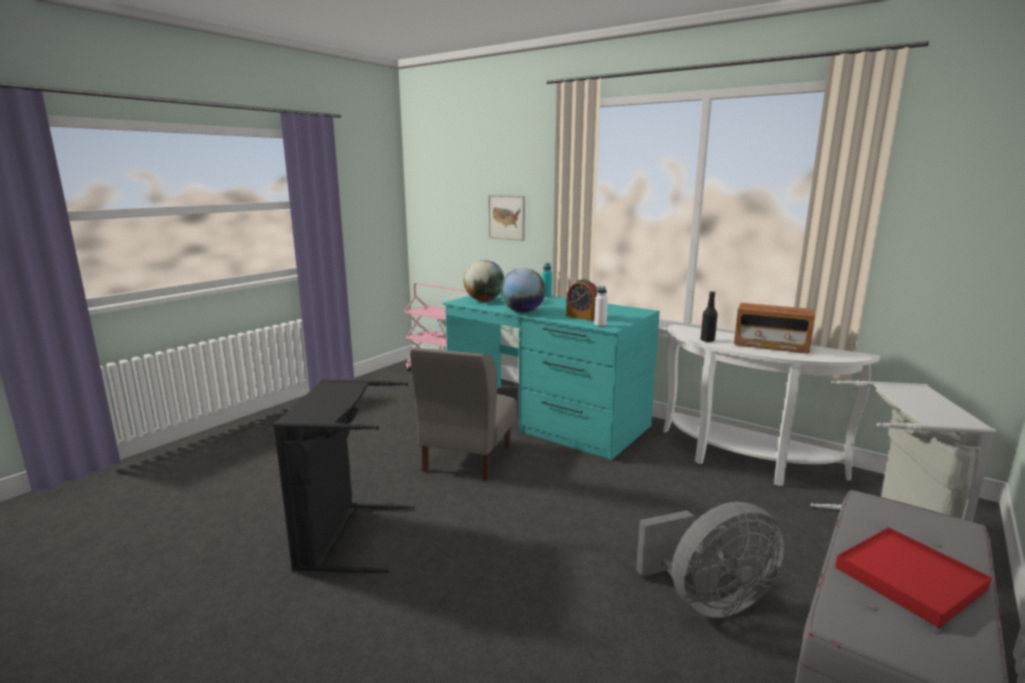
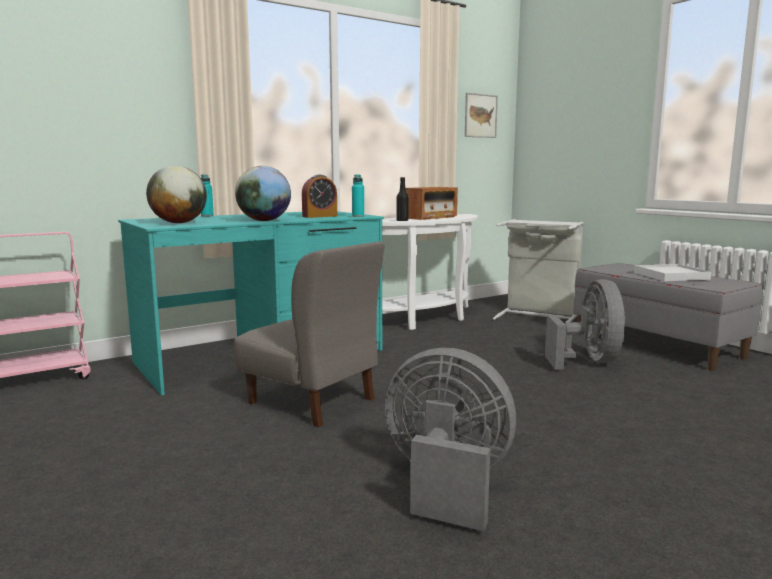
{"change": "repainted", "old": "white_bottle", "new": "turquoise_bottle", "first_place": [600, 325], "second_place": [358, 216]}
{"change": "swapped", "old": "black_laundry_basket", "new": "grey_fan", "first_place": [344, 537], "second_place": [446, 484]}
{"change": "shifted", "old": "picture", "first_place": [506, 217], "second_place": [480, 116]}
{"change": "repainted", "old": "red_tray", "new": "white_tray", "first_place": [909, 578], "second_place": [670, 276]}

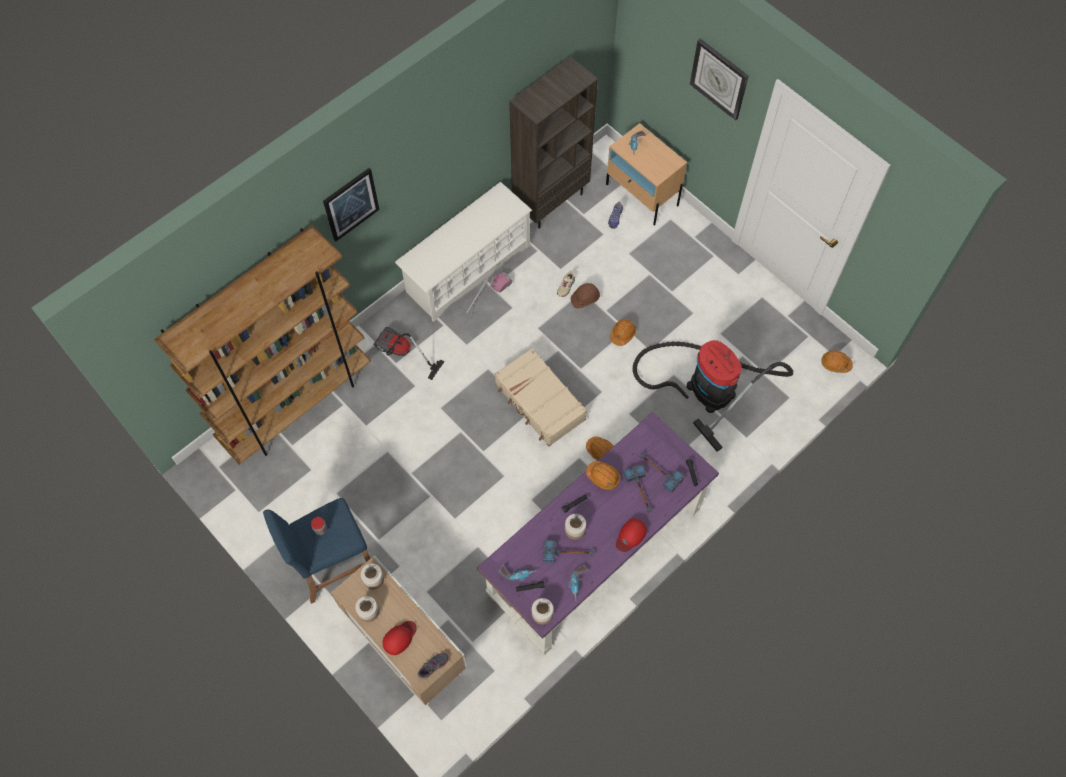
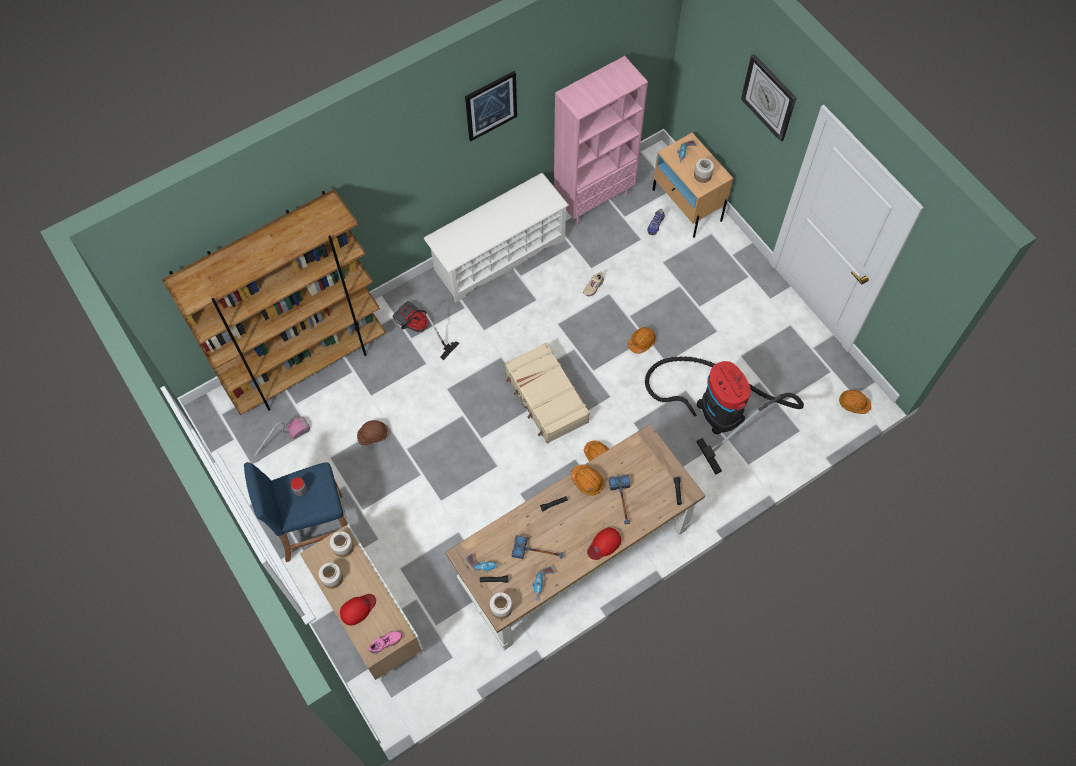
{"change": "shifted", "old": "vacuum_cleaner", "first_place": [486, 296], "second_place": [280, 441]}
{"change": "shifted", "old": "brown_hard_hat", "first_place": [585, 298], "second_place": [372, 435]}
{"change": "repainted", "old": "grey_shoe", "new": "pink_shoe", "first_place": [433, 666], "second_place": [385, 643]}
{"change": "repainted", "old": "purple_desk", "new": "brown_desk", "first_place": [594, 552], "second_place": [573, 556]}
{"change": "shifted", "old": "picture", "first_place": [351, 204], "second_place": [491, 105]}
{"change": "repainted", "old": "brown_bookcase", "new": "pink_bookcase", "first_place": [551, 201], "second_place": [594, 199]}
{"change": "shifted", "old": "jar", "first_place": [575, 529], "second_place": [702, 175]}
{"change": "gone", "old": "hammer", "first_place": [658, 471]}

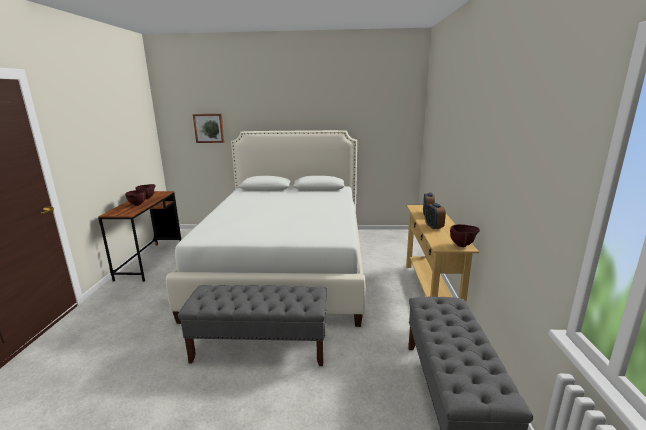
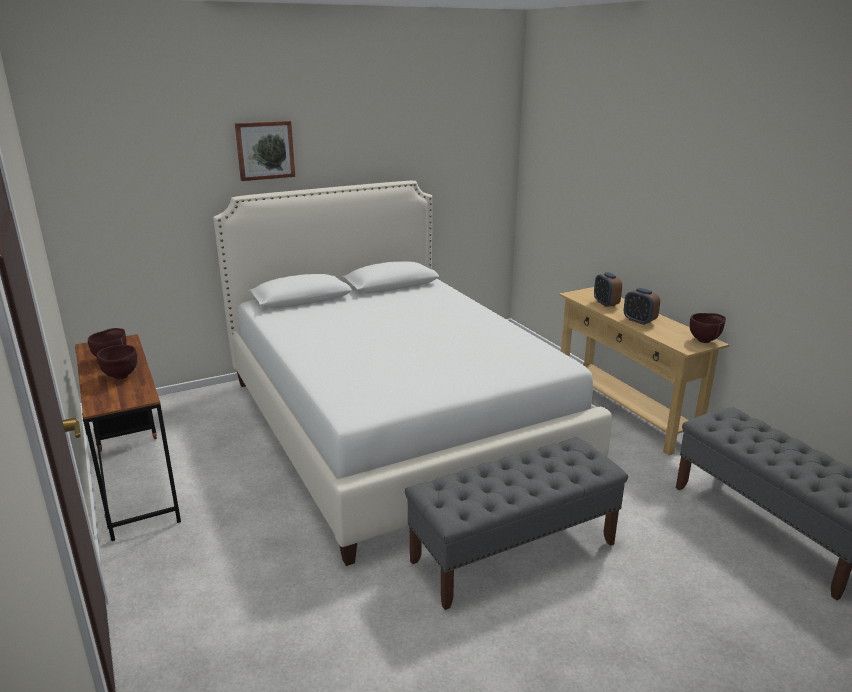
{"change": "shifted", "old": "picture", "first_place": [209, 128], "second_place": [265, 150]}

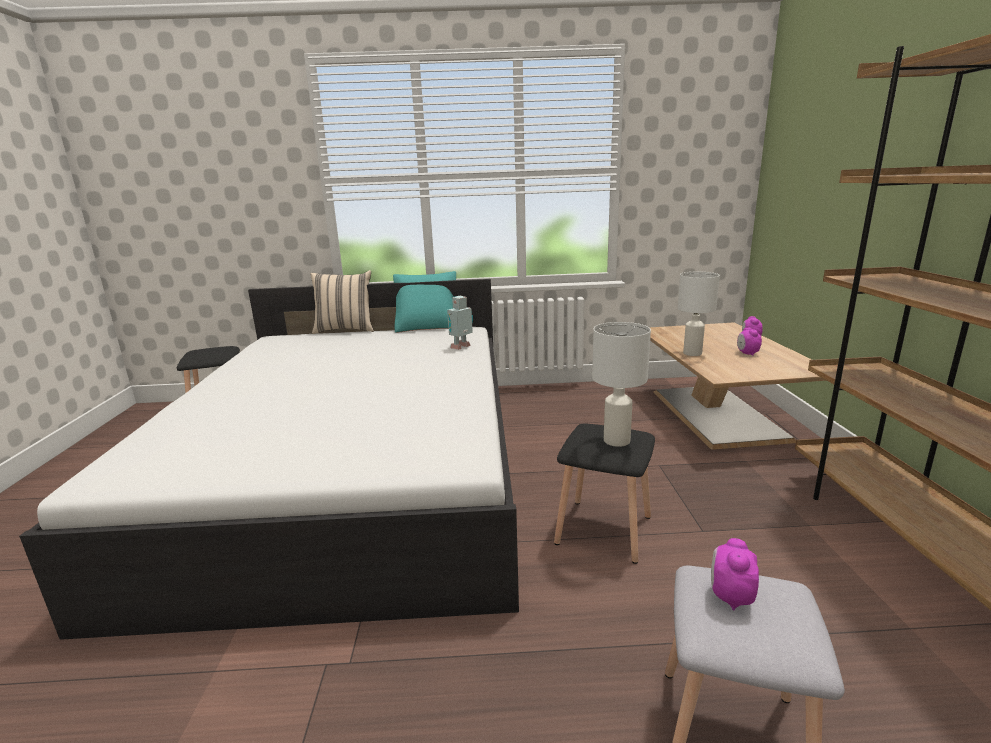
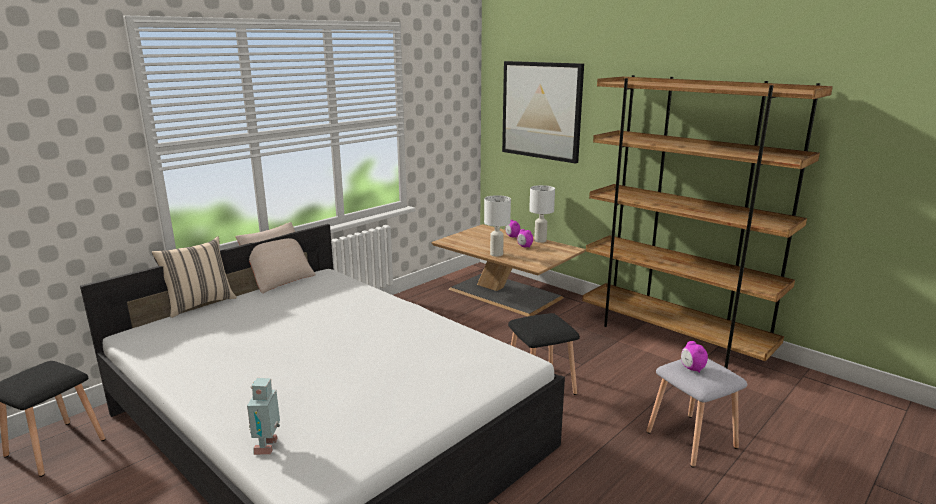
{"change": "repainted", "old": "turquoise_pillow", "new": "beige_pillow", "first_place": [428, 326], "second_place": [279, 279]}
{"change": "shifted", "old": "toy_robot", "first_place": [462, 347], "second_place": [268, 446]}
{"change": "new", "new": "picture", "second_place": [541, 110]}
{"change": "shifted", "old": "white_table_lamp", "first_place": [616, 440], "second_place": [540, 240]}

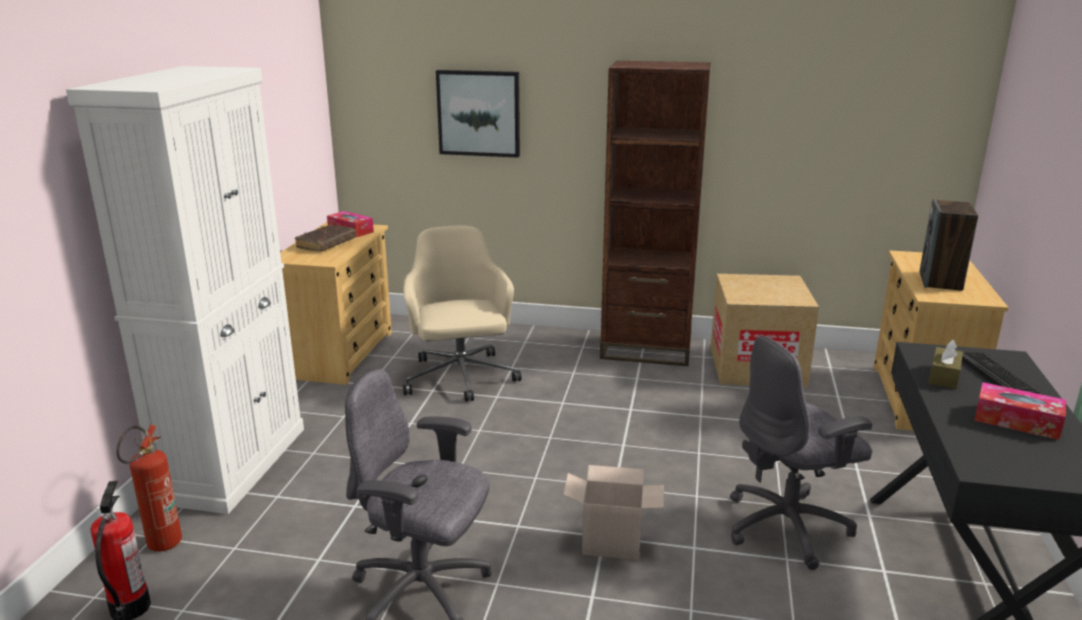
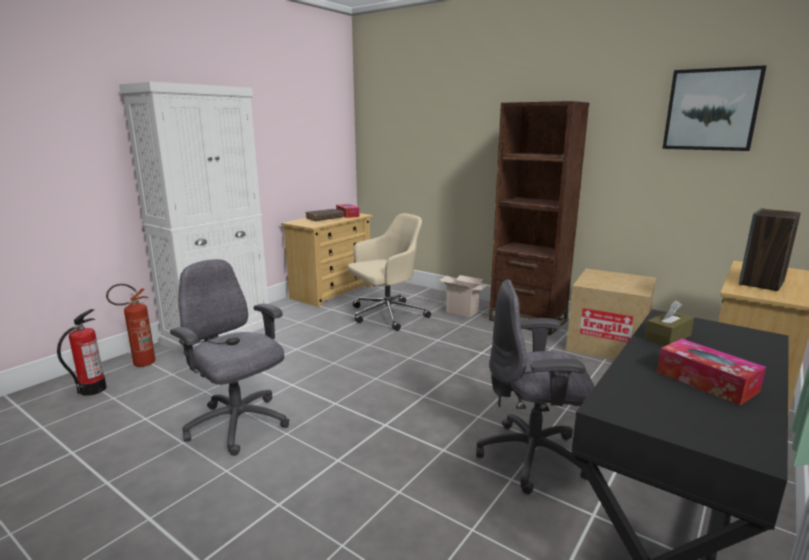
{"change": "rotated", "old": "beige_office_chair", "first_place": [460, 378], "second_place": [386, 315], "degrees": 45}
{"change": "shifted", "old": "cardboard_box", "first_place": [613, 543], "second_place": [463, 311]}
{"change": "shifted", "old": "picture", "first_place": [479, 113], "second_place": [711, 109]}
{"change": "gone", "old": "keyboard", "first_place": [996, 374]}

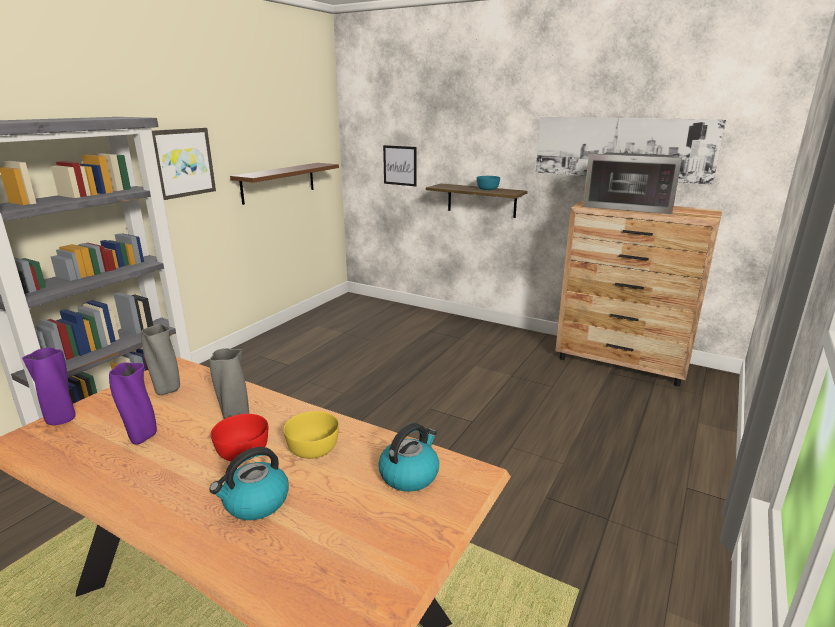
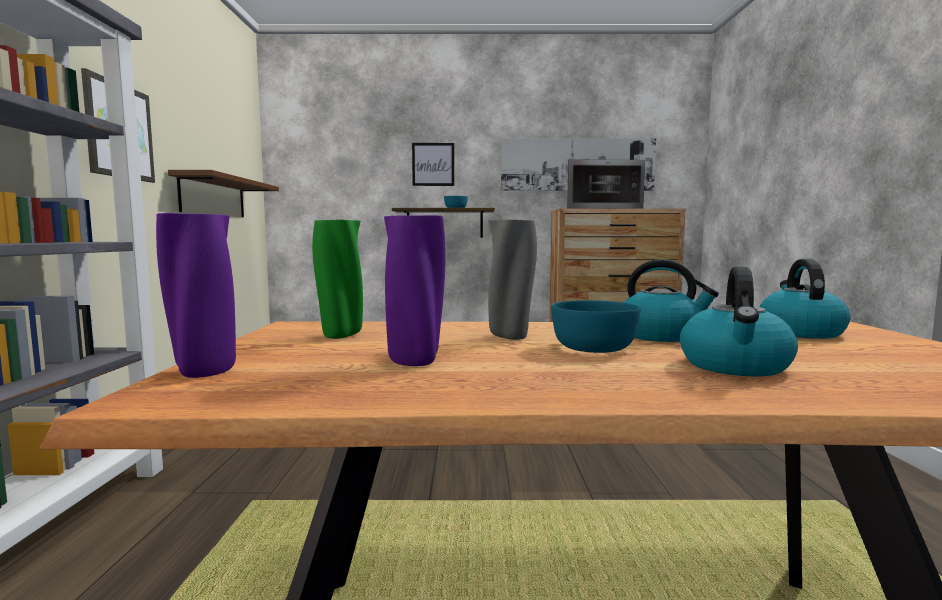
{"change": "repainted", "old": "grey_vase", "new": "green_vase", "first_place": [167, 391], "second_place": [340, 336]}
{"change": "shifted", "old": "picture", "first_place": [400, 165], "second_place": [433, 164]}
{"change": "repainted", "old": "red_bowl", "new": "turquoise_bowl", "first_place": [243, 451], "second_place": [595, 348]}
{"change": "swapped", "old": "yellow_bowl", "new": "kettle", "first_place": [313, 447], "second_place": [661, 335]}

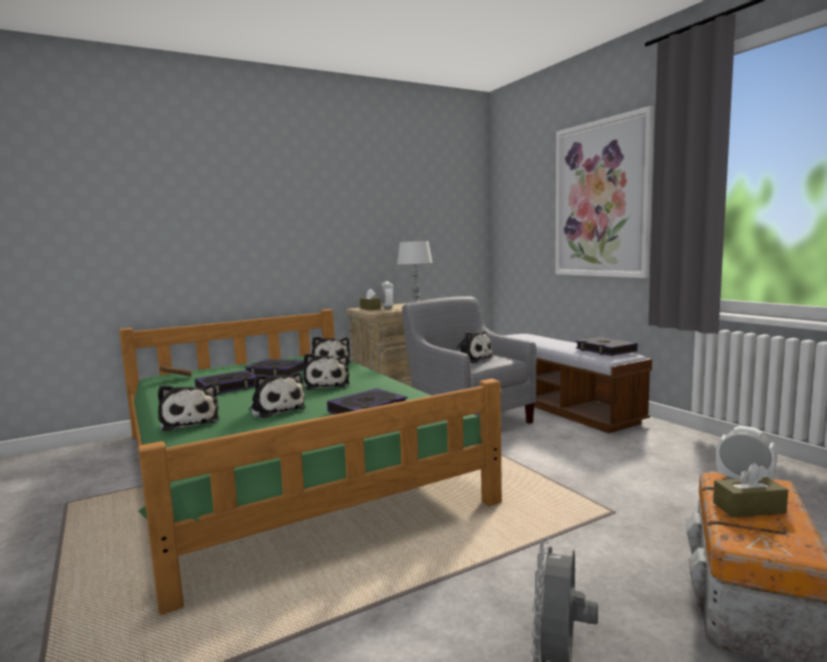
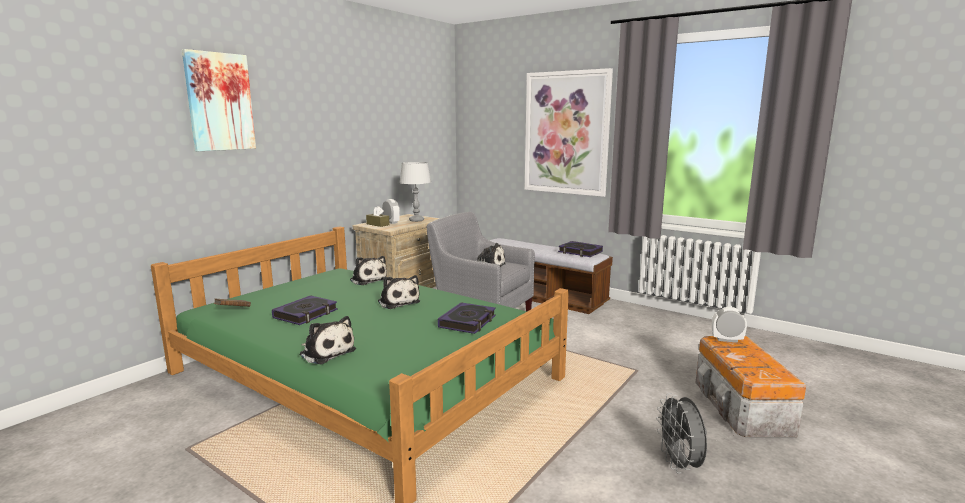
{"change": "new", "new": "picture", "second_place": [219, 102]}
{"change": "gone", "old": "book", "first_place": [276, 372]}
{"change": "gone", "old": "plush_toy", "first_place": [276, 409]}
{"change": "gone", "old": "brown_tissue_box", "first_place": [749, 508]}

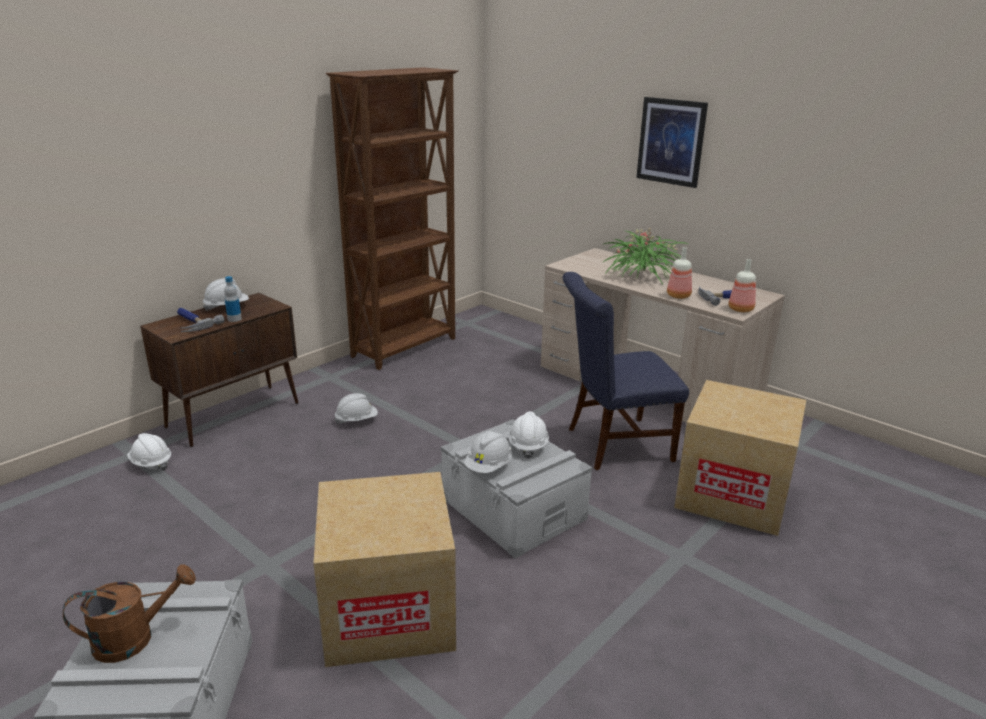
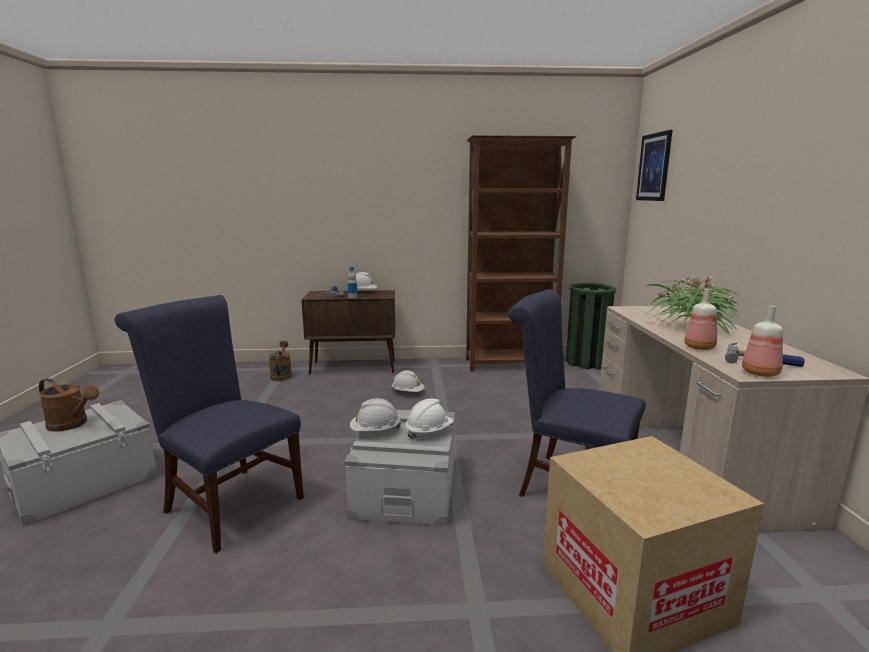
{"change": "swapped", "old": "cardboard_box", "new": "blue_chair", "first_place": [388, 611], "second_place": [228, 502]}
{"change": "swapped", "old": "white_hard_hat", "new": "brown_watering_can", "first_place": [151, 463], "second_place": [281, 375]}
{"change": "new", "new": "green_trash_can", "second_place": [586, 362]}
{"change": "shifted", "old": "picture", "first_place": [671, 142], "second_place": [654, 167]}

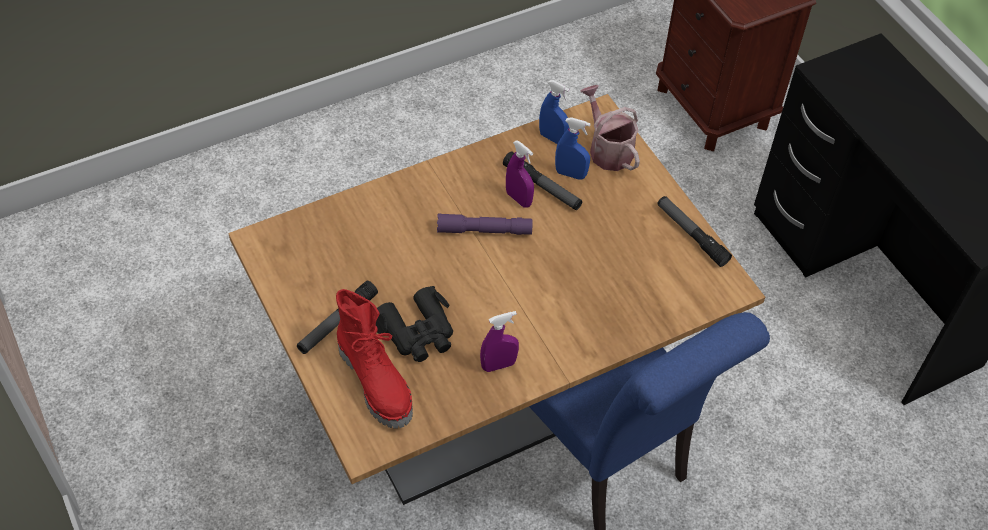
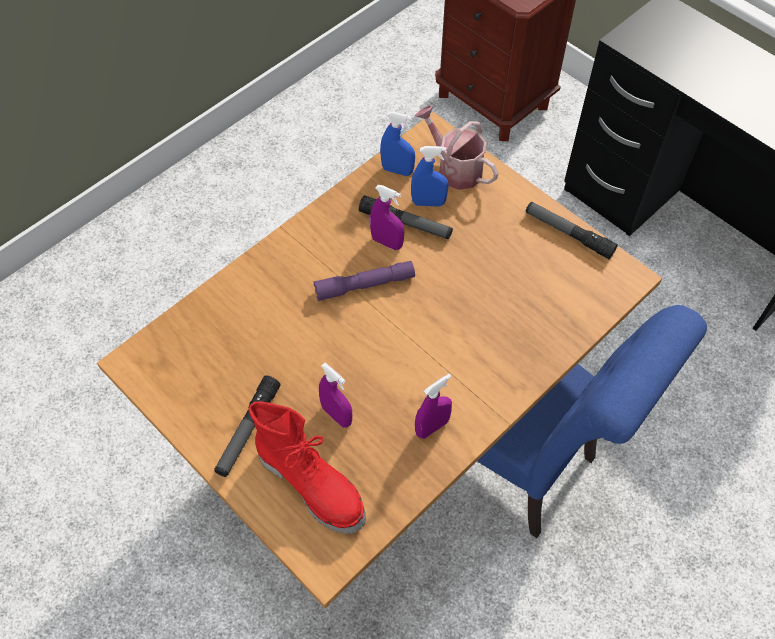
{"change": "swapped", "old": "black_binoculars", "new": "purple_spray_bottle", "first_place": [418, 332], "second_place": [337, 415]}

